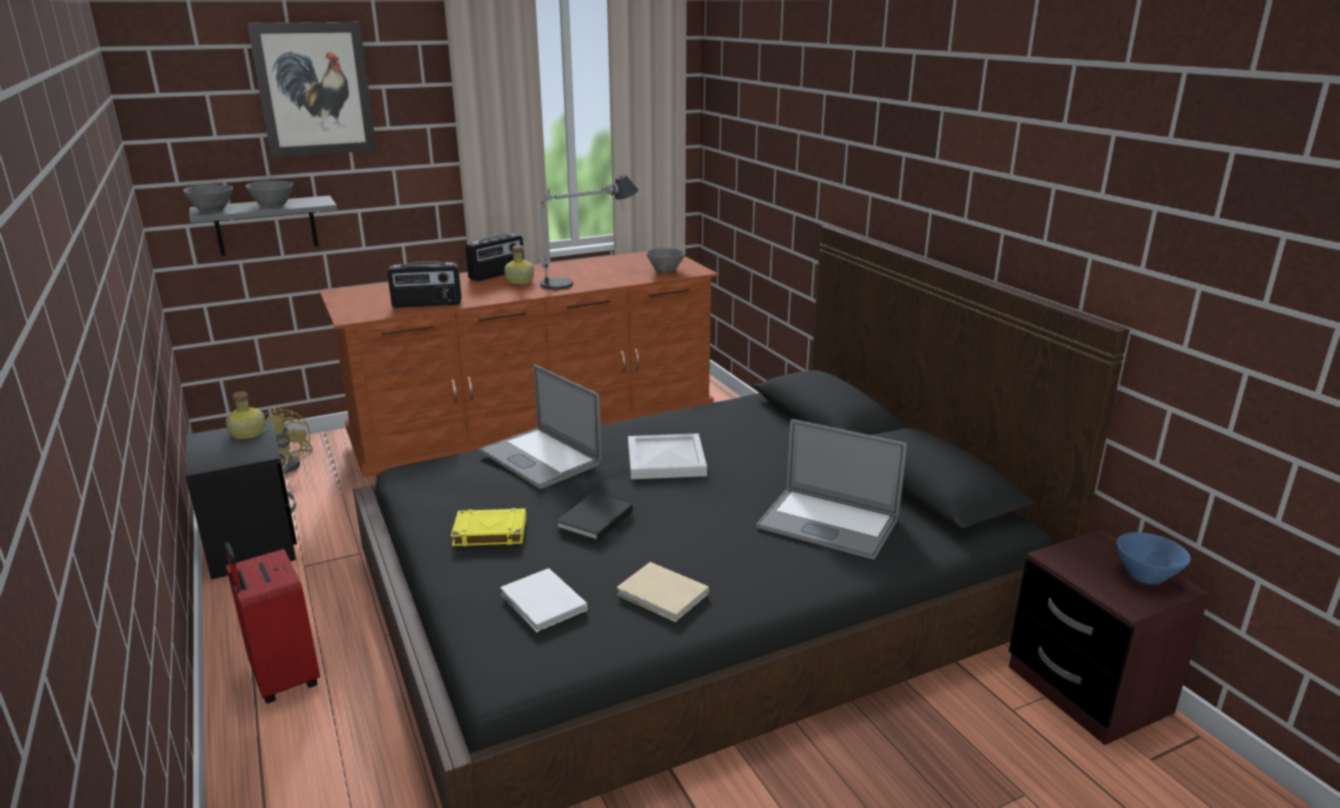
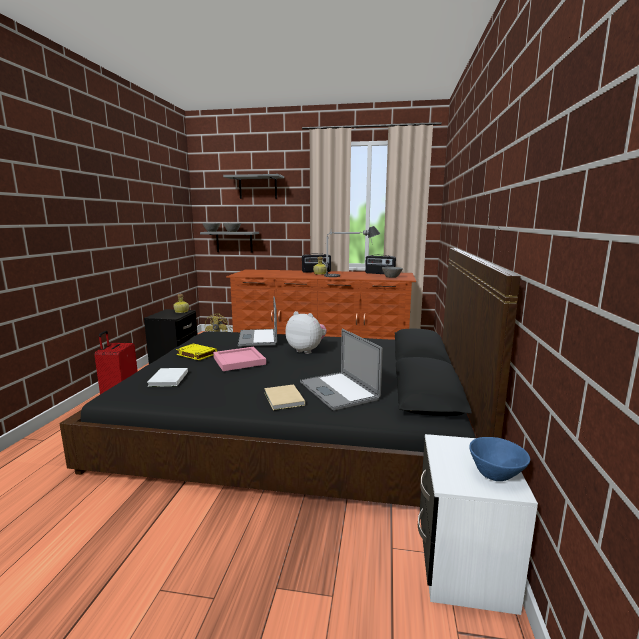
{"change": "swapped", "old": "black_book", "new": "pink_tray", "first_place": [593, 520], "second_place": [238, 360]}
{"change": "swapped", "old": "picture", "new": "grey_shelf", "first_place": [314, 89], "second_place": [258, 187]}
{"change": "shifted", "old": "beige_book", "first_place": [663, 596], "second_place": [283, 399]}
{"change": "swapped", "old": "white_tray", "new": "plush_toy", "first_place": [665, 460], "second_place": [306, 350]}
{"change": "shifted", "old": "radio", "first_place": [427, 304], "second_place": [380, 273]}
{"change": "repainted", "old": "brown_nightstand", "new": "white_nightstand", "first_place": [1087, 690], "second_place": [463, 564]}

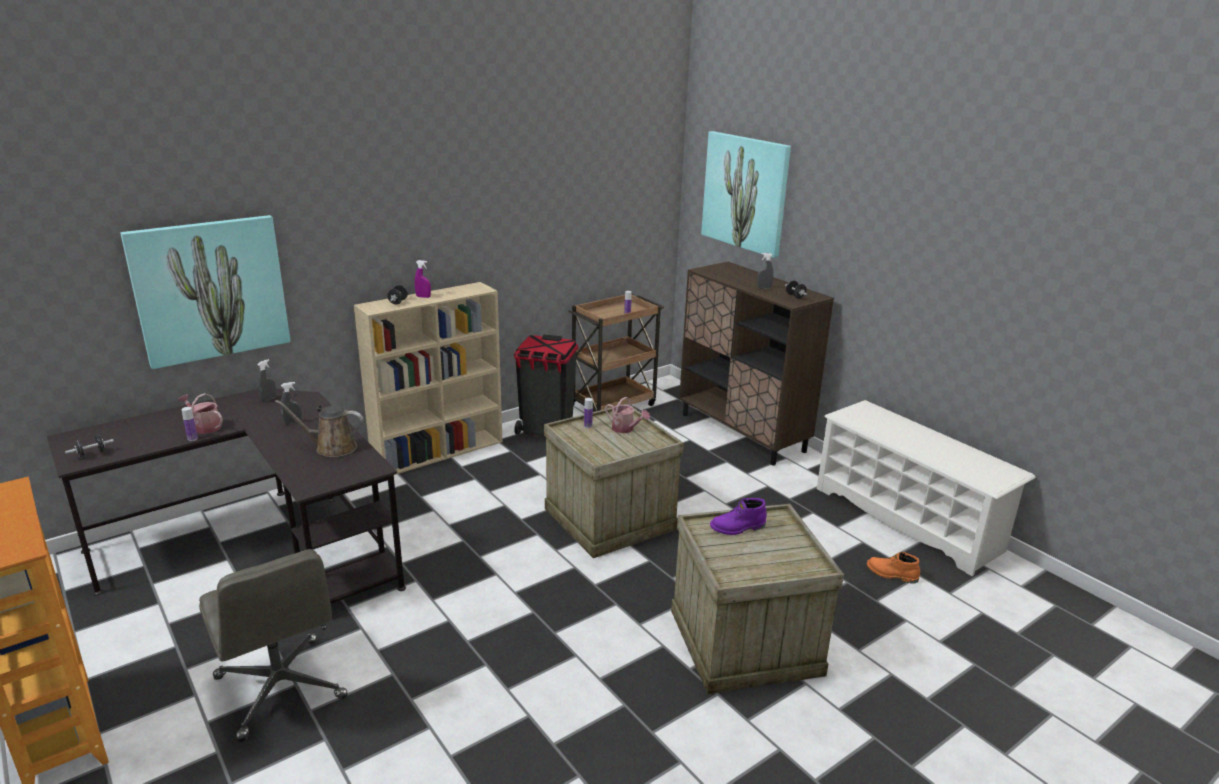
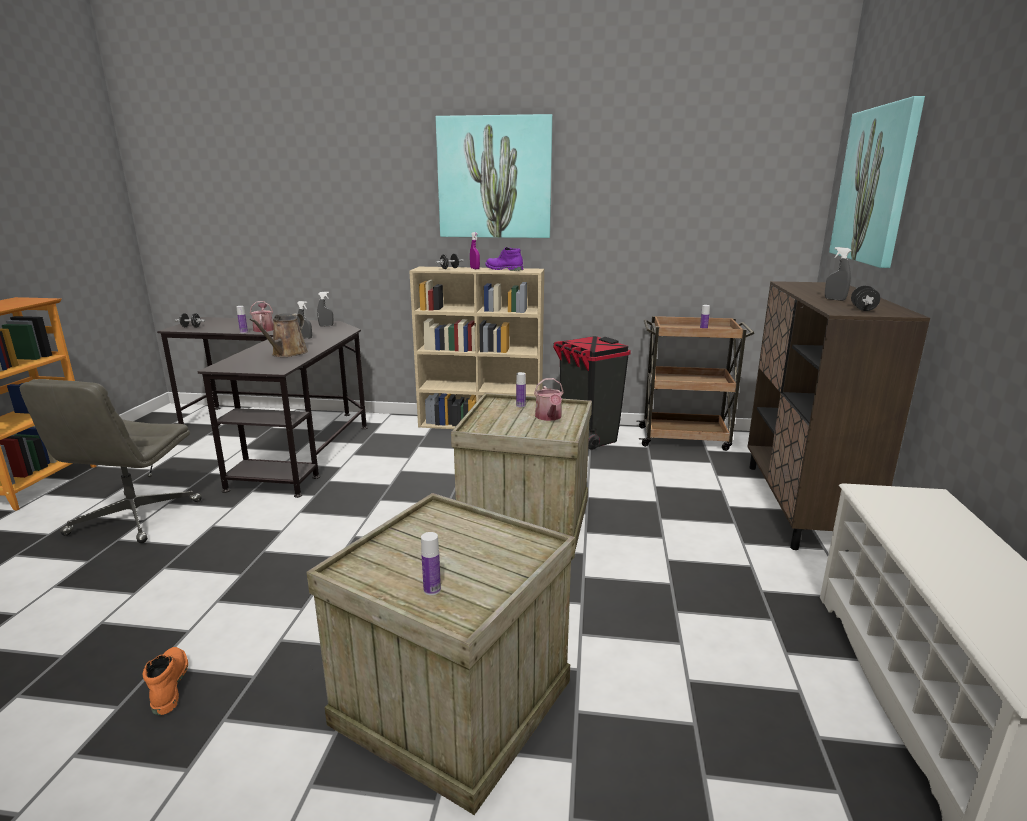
{"change": "shifted", "old": "orange_boot", "first_place": [891, 574], "second_place": [168, 685]}
{"change": "rotated", "old": "brown_watering_can", "first_place": [332, 448], "second_place": [287, 354], "degrees": -120}
{"change": "new", "new": "bottle", "second_place": [432, 590]}
{"change": "shifted", "old": "picture", "first_place": [210, 289], "second_place": [494, 178]}
{"change": "shifted", "old": "purple_boot", "first_place": [738, 528], "second_place": [503, 269]}

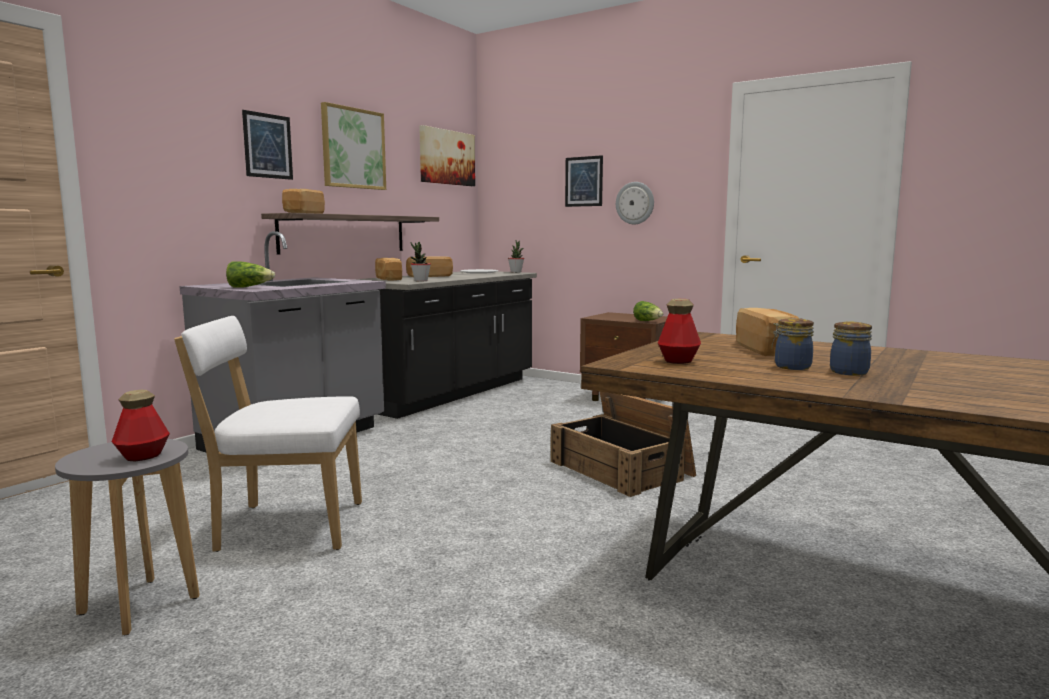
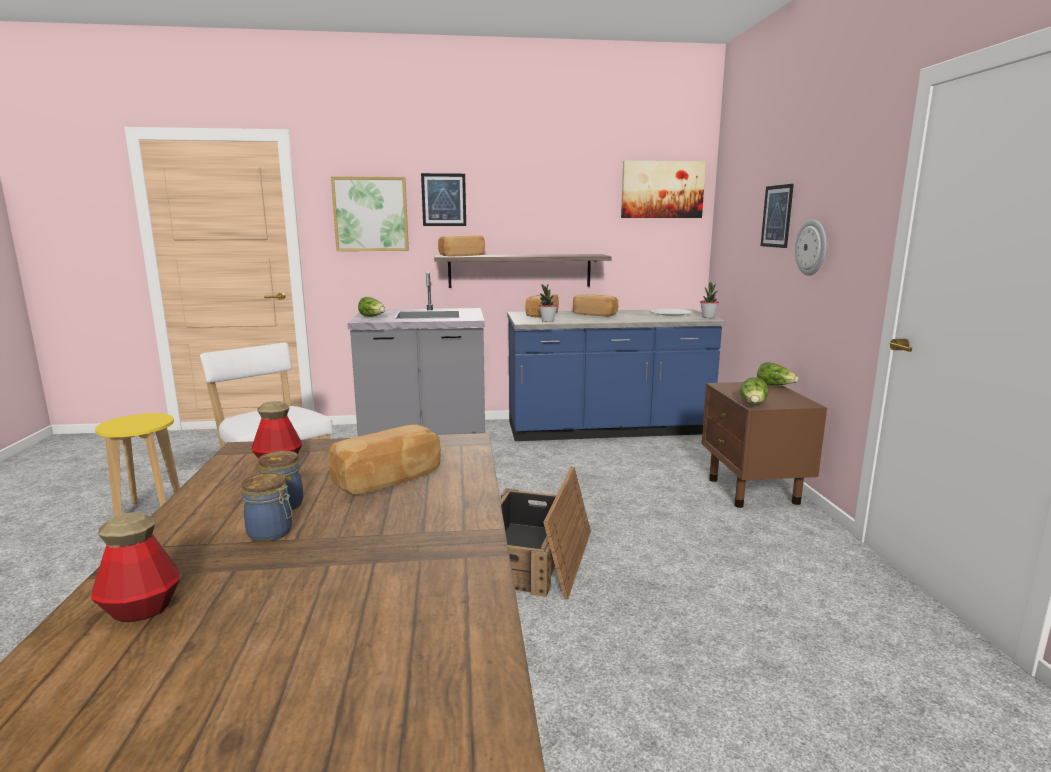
{"change": "shifted", "old": "bottle", "first_place": [143, 456], "second_place": [141, 609]}
{"change": "repainted", "old": "grey_stool", "new": "yellow_stool", "first_place": [139, 605], "second_place": [150, 510]}
{"change": "shifted", "old": "picture", "first_place": [353, 148], "second_place": [371, 214]}
{"change": "repainted", "old": "black_counter", "new": "blue_counter", "first_place": [448, 393], "second_place": [607, 430]}
{"change": "new", "new": "lettuce", "second_place": [775, 386]}

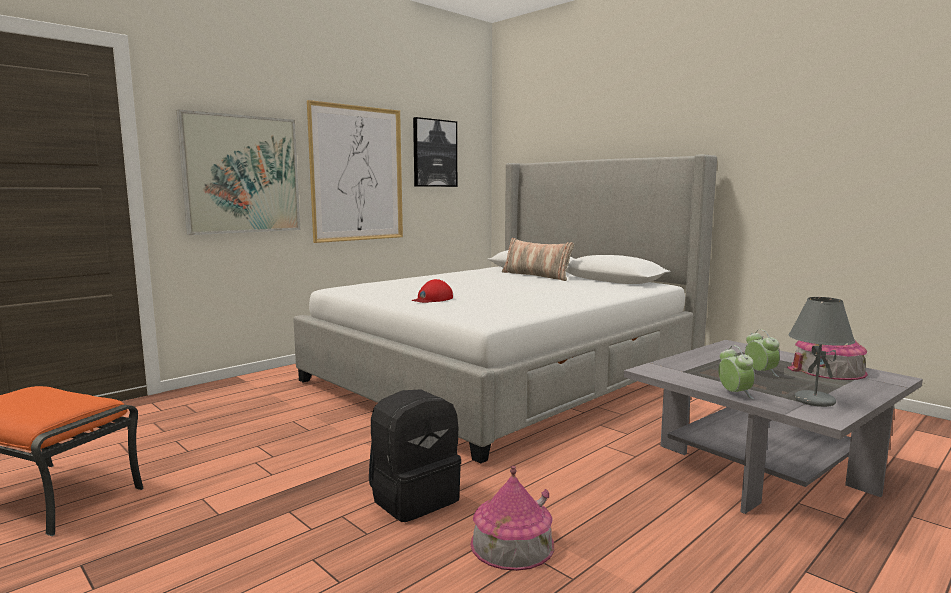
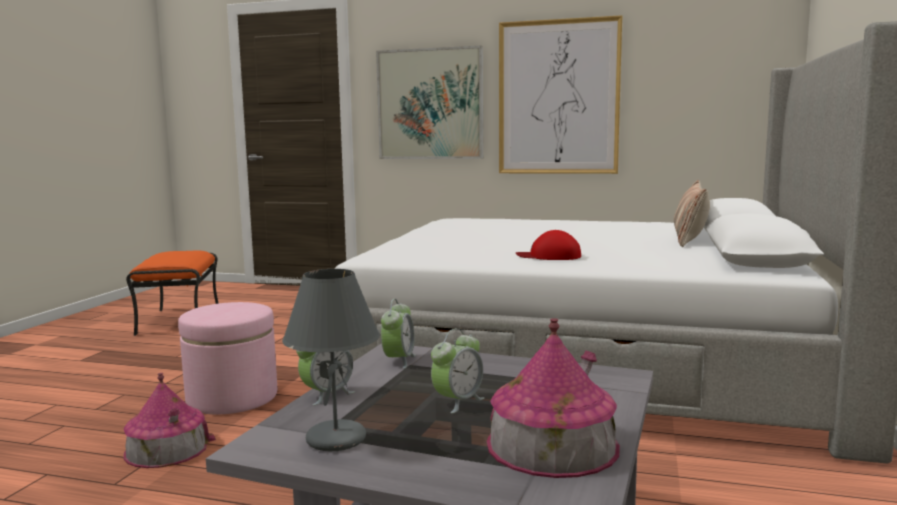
{"change": "swapped", "old": "black_backpack", "new": "pink_ottoman", "first_place": [414, 498], "second_place": [232, 397]}
{"change": "new", "new": "alarm_clock", "second_place": [398, 360]}
{"change": "shifted", "old": "red_cap", "first_place": [432, 299], "second_place": [549, 256]}
{"change": "gone", "old": "picture", "first_place": [434, 153]}

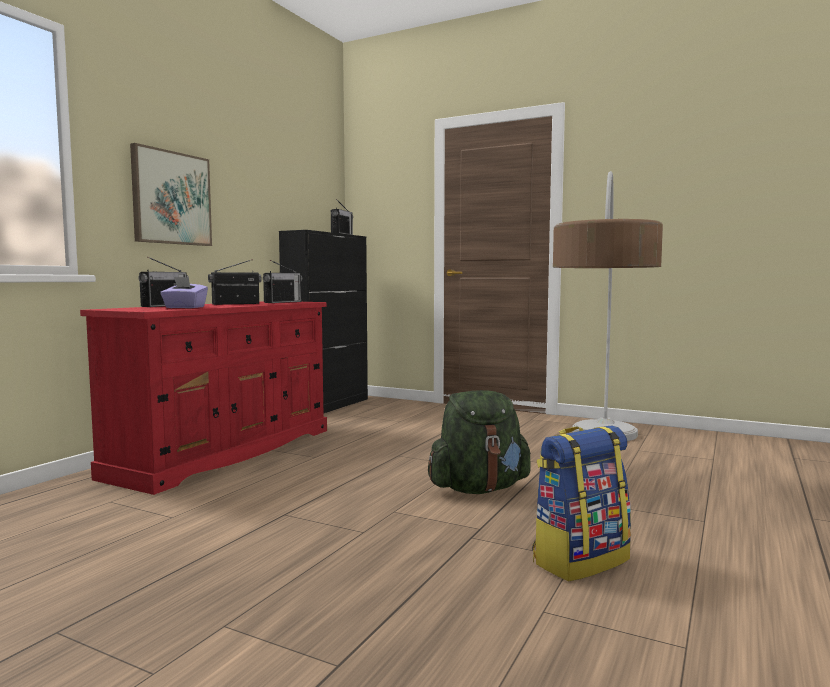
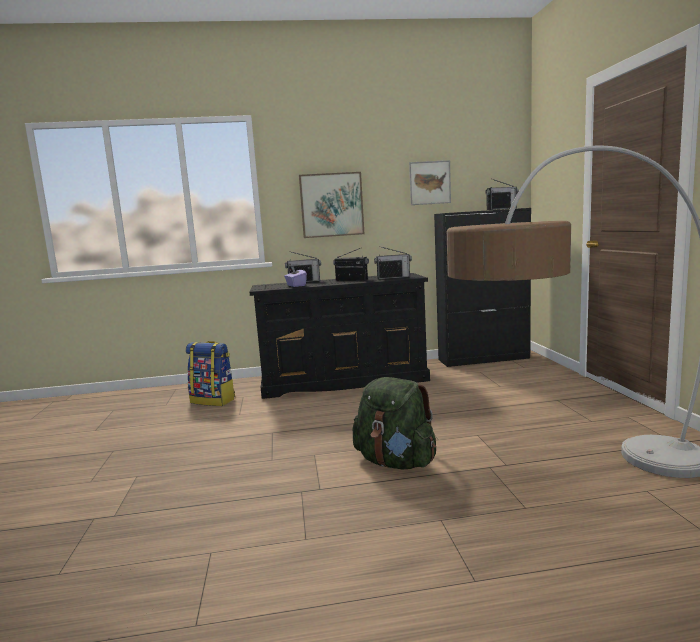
{"change": "shifted", "old": "backpack", "first_place": [579, 560], "second_place": [214, 400]}
{"change": "repainted", "old": "red_dresser", "new": "black_dresser", "first_place": [226, 451], "second_place": [345, 381]}
{"change": "new", "new": "picture", "second_place": [430, 182]}

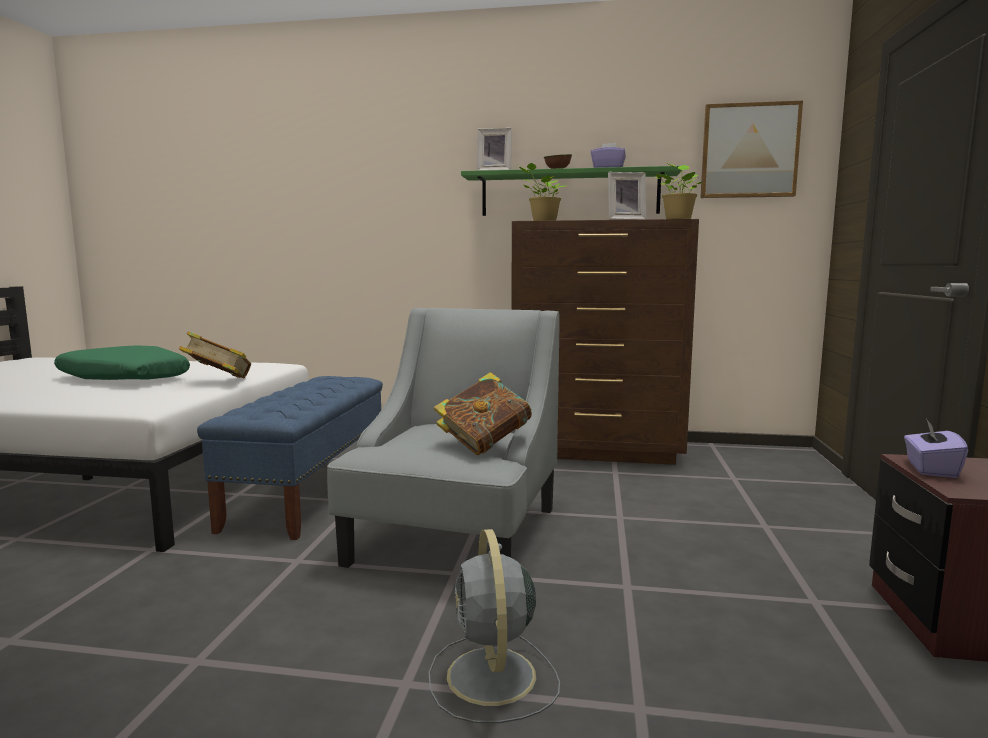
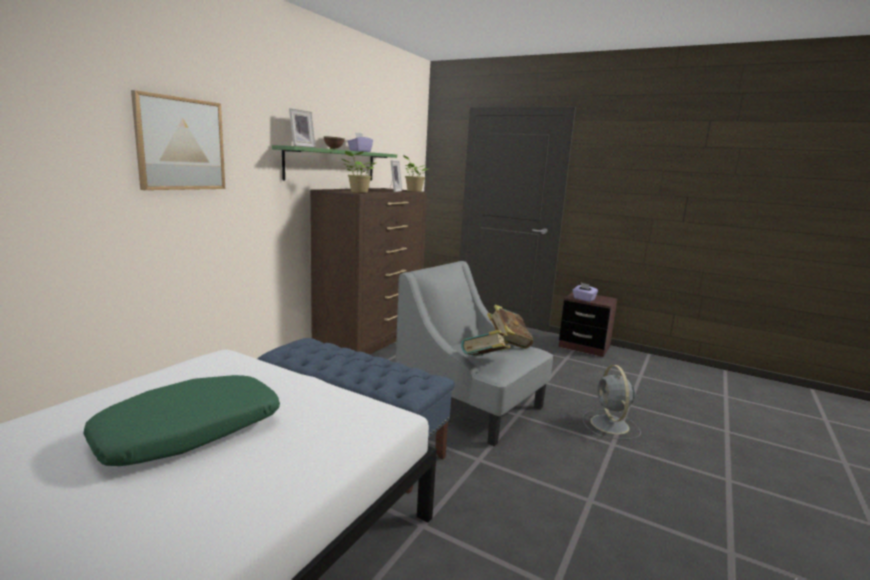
{"change": "shifted", "old": "picture", "first_place": [749, 151], "second_place": [180, 144]}
{"change": "shifted", "old": "book", "first_place": [218, 381], "second_place": [484, 363]}
{"change": "rotated", "old": "grey_fan", "first_place": [492, 678], "second_place": [610, 425], "degrees": 75}

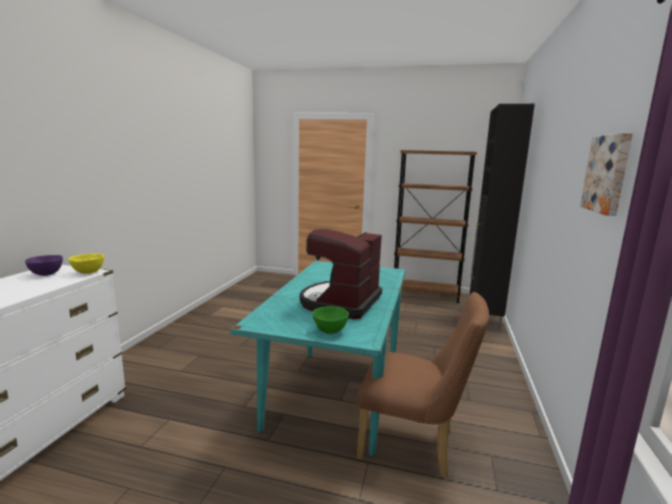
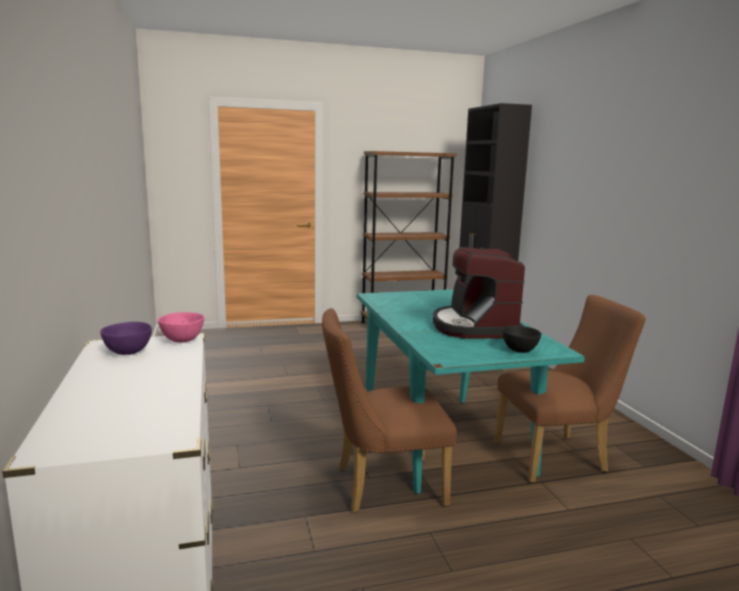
{"change": "repainted", "old": "yellow_bowl", "new": "pink_bowl", "first_place": [88, 272], "second_place": [182, 341]}
{"change": "new", "new": "brown_chair", "second_place": [381, 486]}
{"change": "repainted", "old": "green_bowl", "new": "black_bowl", "first_place": [330, 330], "second_place": [519, 350]}
{"change": "gone", "old": "picture", "first_place": [608, 174]}

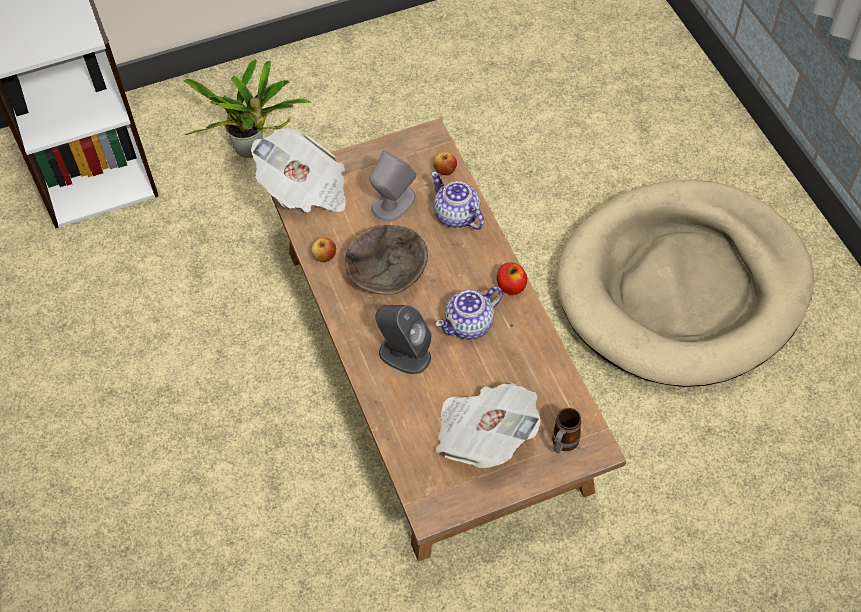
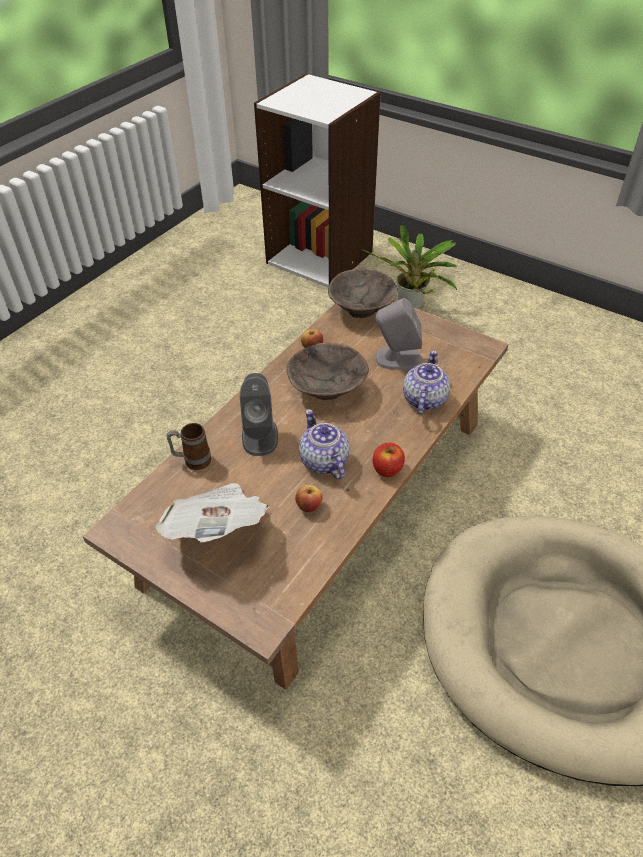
{"change": "shifted", "old": "mug", "first_place": [562, 444], "second_place": [192, 461]}
{"change": "shifted", "old": "apple", "first_place": [445, 170], "second_place": [309, 506]}
{"change": "rotated", "old": "teapot", "first_place": [470, 324], "second_place": [324, 461], "degrees": 45}
{"change": "swapped", "old": "newspaper", "new": "brown_bowl", "first_place": [305, 189], "second_place": [362, 309]}

